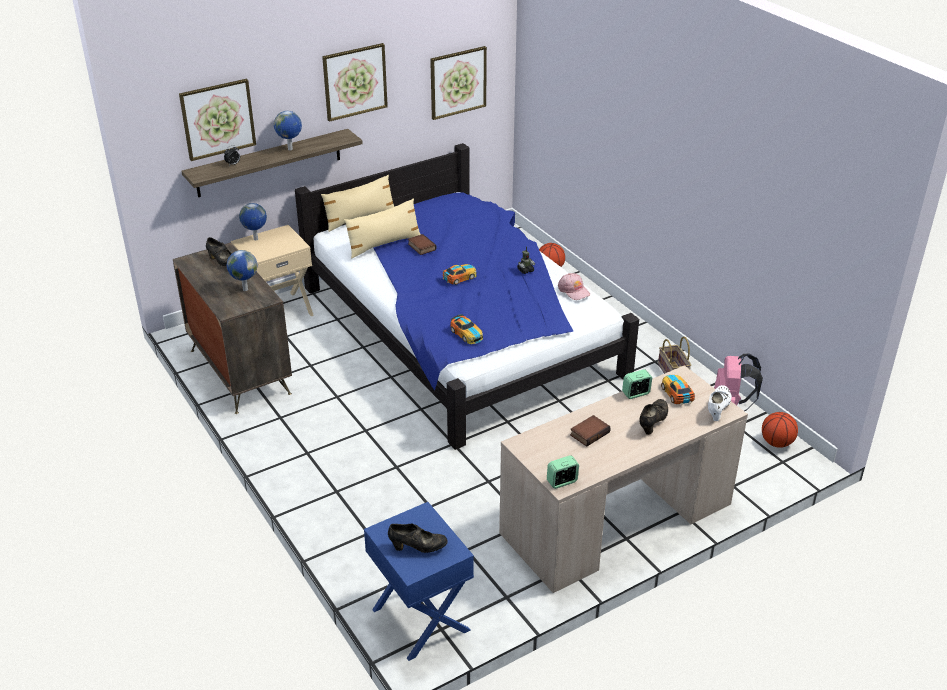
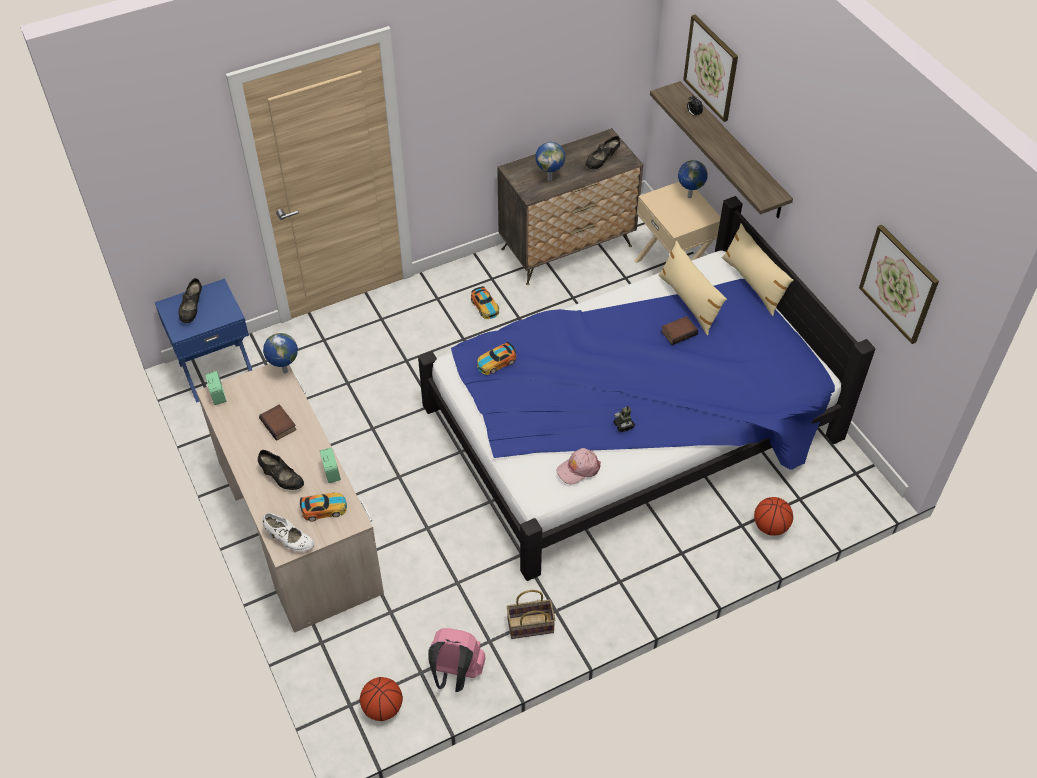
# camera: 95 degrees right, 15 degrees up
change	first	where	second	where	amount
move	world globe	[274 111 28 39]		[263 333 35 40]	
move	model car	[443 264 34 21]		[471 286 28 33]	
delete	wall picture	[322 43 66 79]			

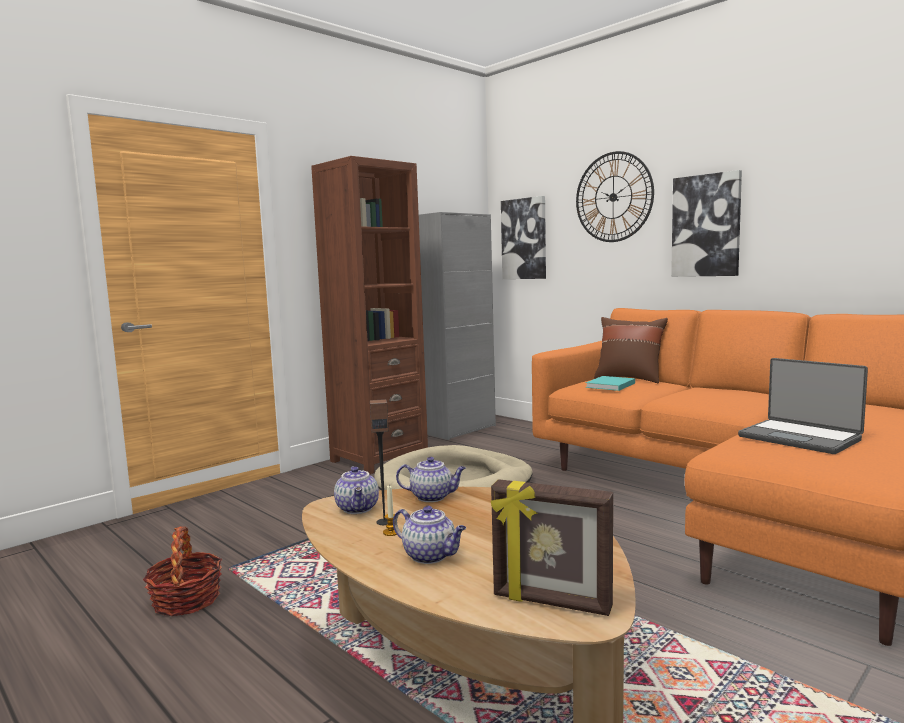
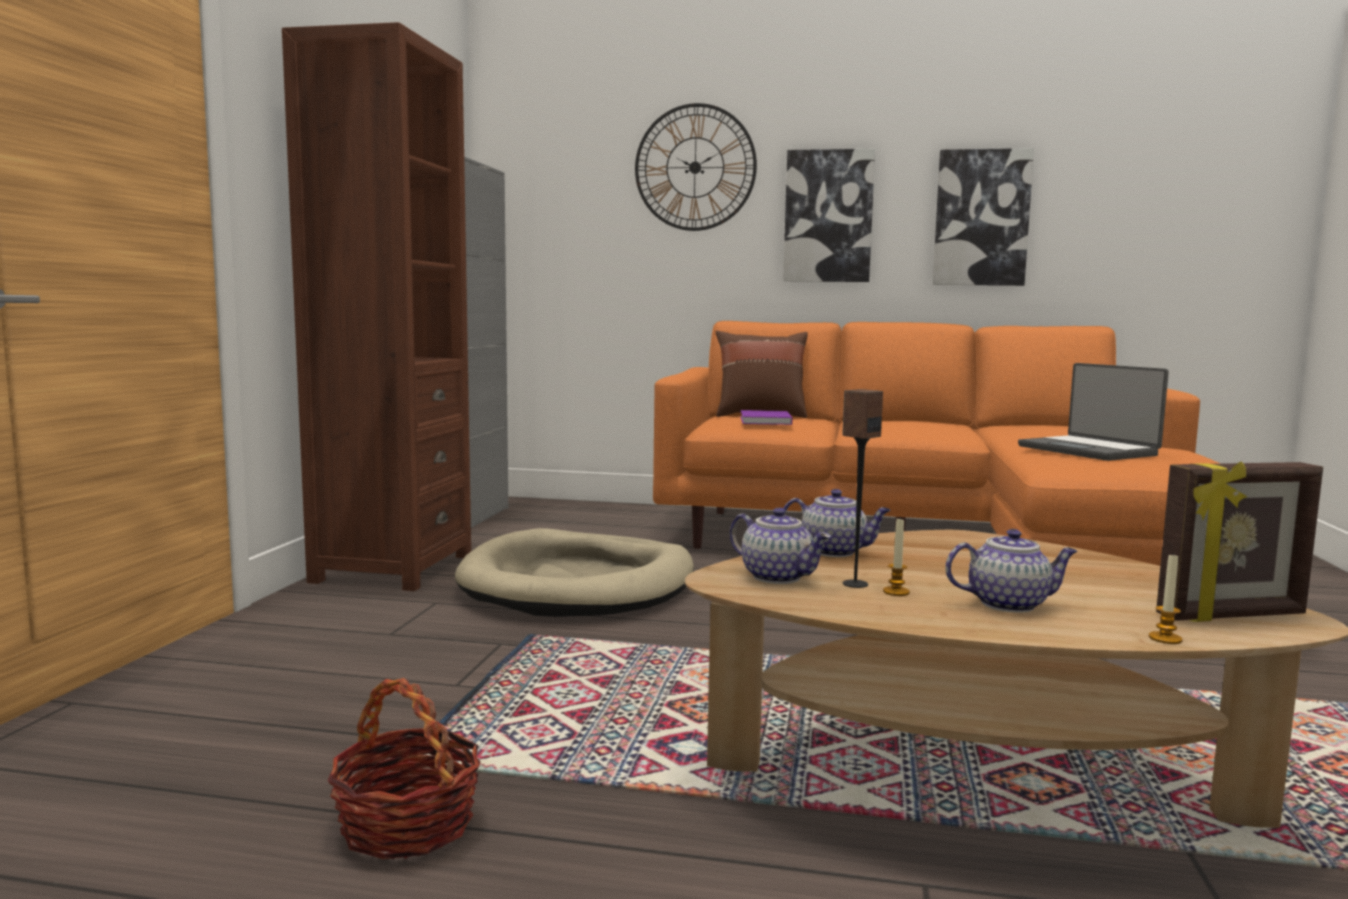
# camera: 35 degrees left, 0 degrees up
change	first	where	second	where	amount
recolor	turquoise bound book	[585 376 50 15]	purplish bound book	[740 410 52 15]	
rotate	tea pot	[396 457 70 45]		[783 489 108 68]	45 degrees clockwise
move	wall picture	[501 196 45 83]		[933 148 101 138]	
rotate	notebook computer	[738 358 130 96]		[1018 363 151 98]	45 degrees clockwise
insert			candle	[1149 552 34 92]	

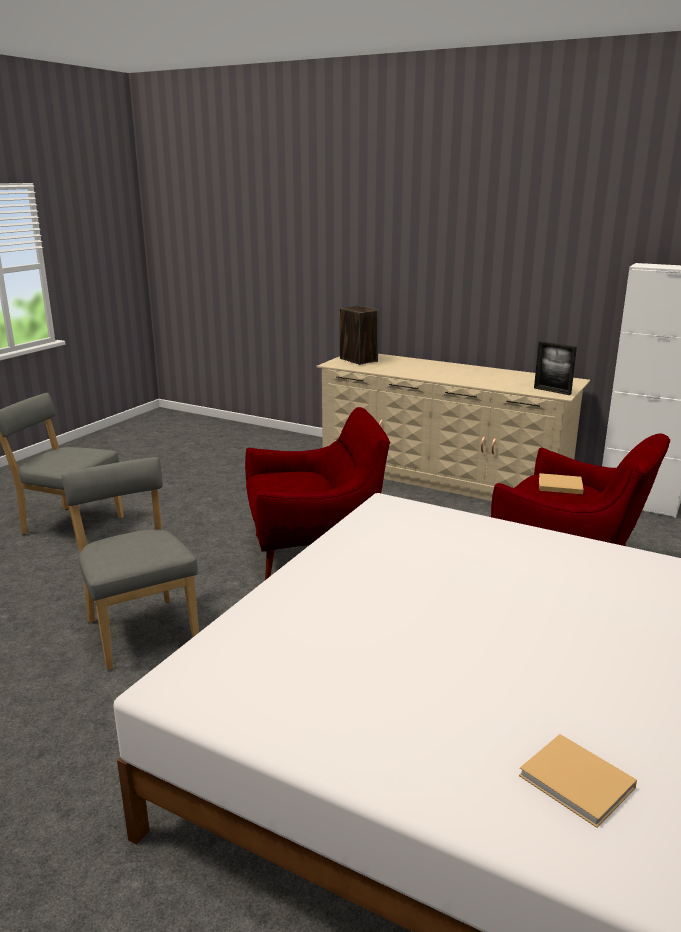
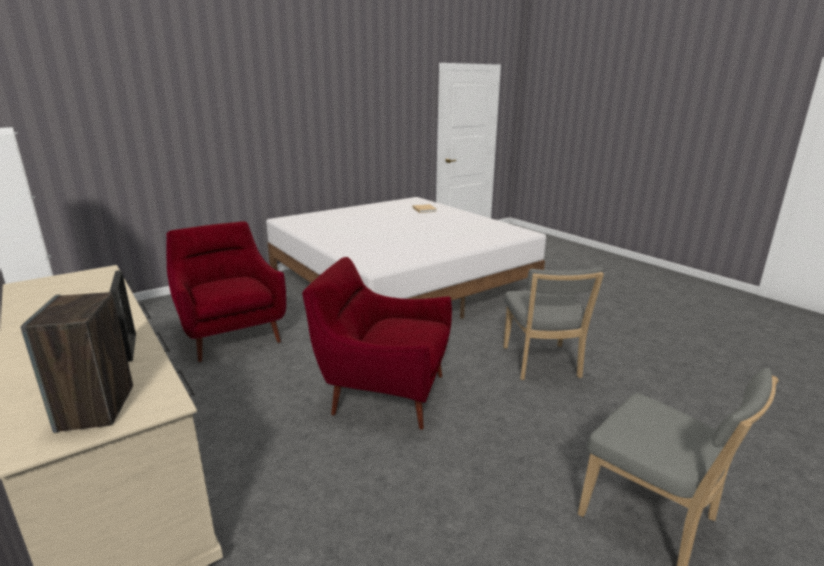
# camera: 155 degrees left, 0 degrees up
change	first	where	second	where	amount
move	standing frame	[534 341 43 54]		[110 270 26 92]	
delete	beige bound book	[539 473 45 22]			

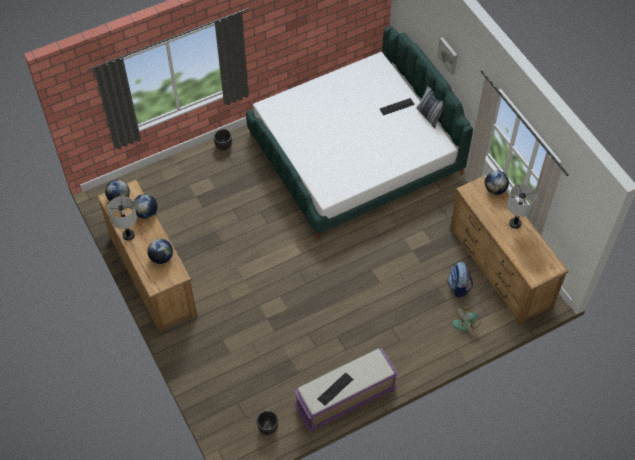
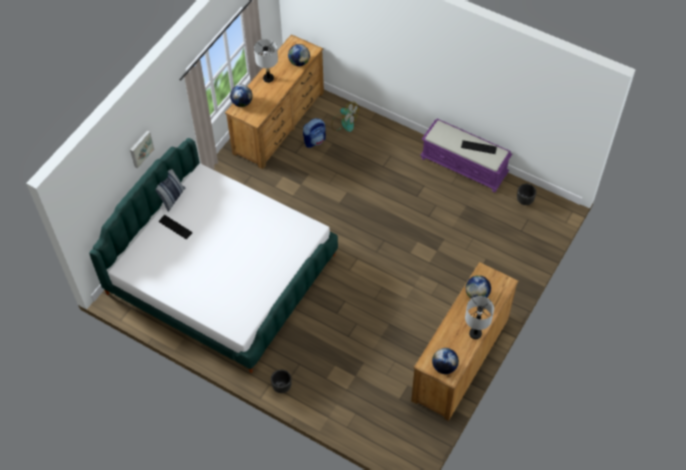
# camera: 120 degrees left, 0 degrees up
change	first	where	second	where	amount
move	world globe	[133 194 25 25]		[288 44 22 22]	

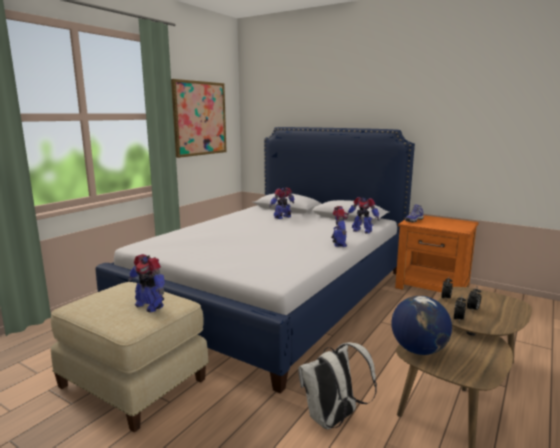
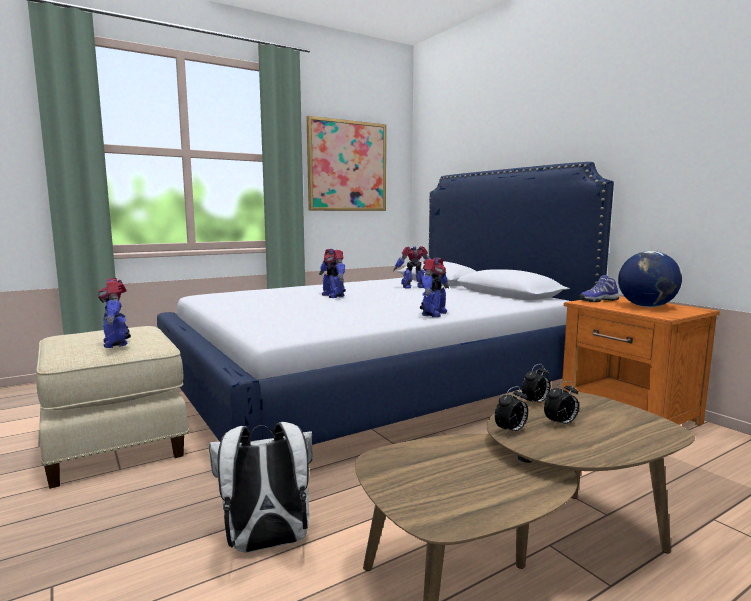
# camera: 25 degrees right, 5 degrees down
change	first	where	second	where	amount
move	toy robot	[347 197 33 37]		[319 249 27 49]	
move	world globe	[391 296 61 59]		[618 251 64 56]	

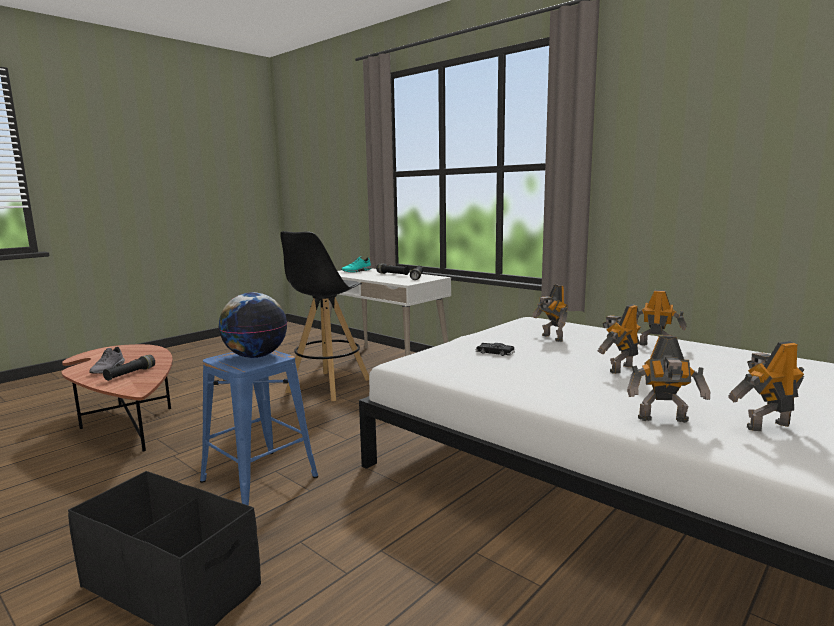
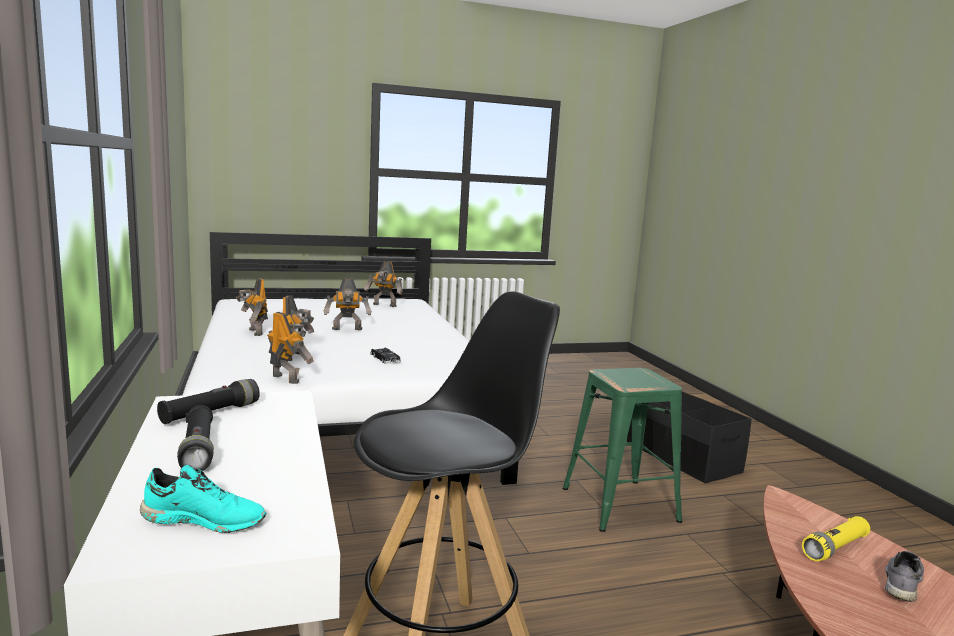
# camera: 150 degrees left, 0 degrees up
change	first	where	second	where	amount
move	toy robot	[627 336 83 87]		[267 312 47 72]	
recolor	blue stool seat	[200 350 118 156]	greenish stool seat	[563 368 119 164]	
recolor	black hand torch	[103 355 52 26]	yellowish hand torch	[802 516 68 45]	
delete	world globe	[219 292 68 66]			

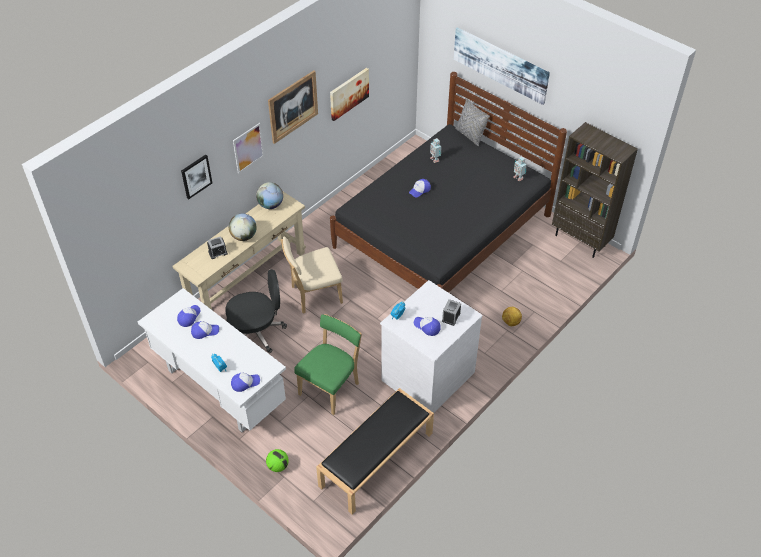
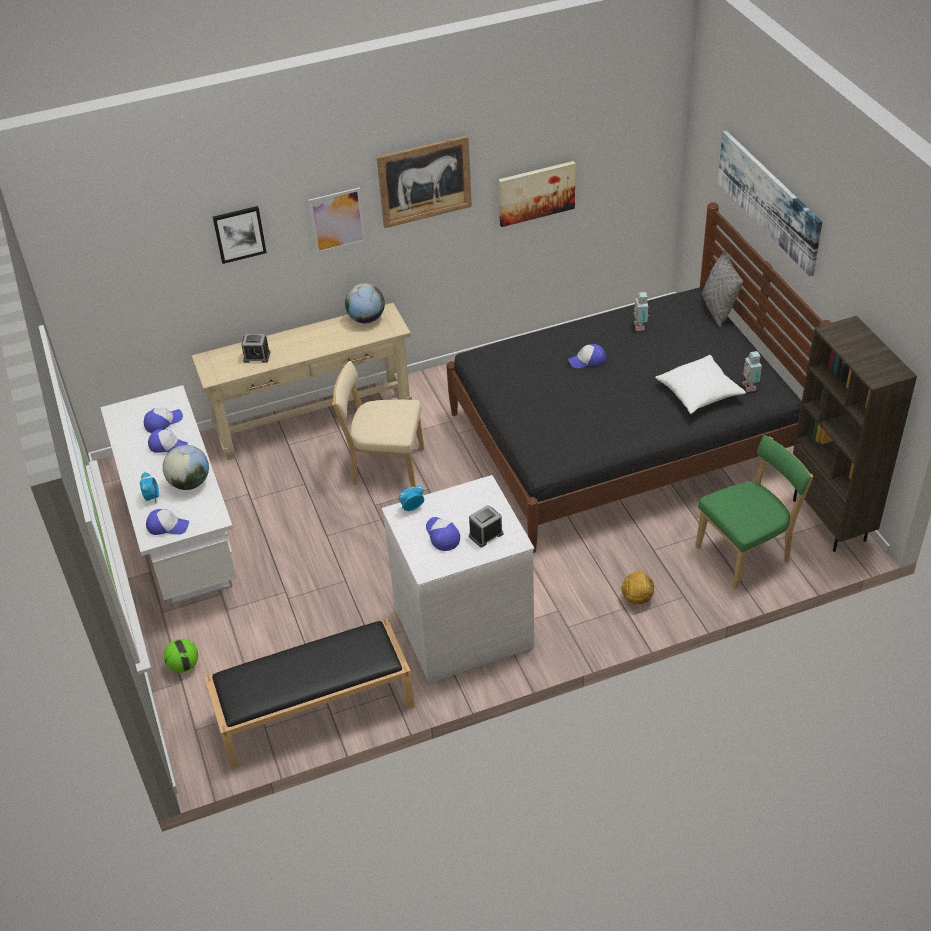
# camera: 30 degrees right, 5 degrees down
change	first	where	second	where	amount
move	world globe	[229 213 28 28]		[163 445 46 45]	
insert			whitish throw pillow	[655 355 91 59]	
move	greenish chair	[294 314 68 101]		[696 435 117 154]	
delete	black computer chair	[225 269 62 84]			

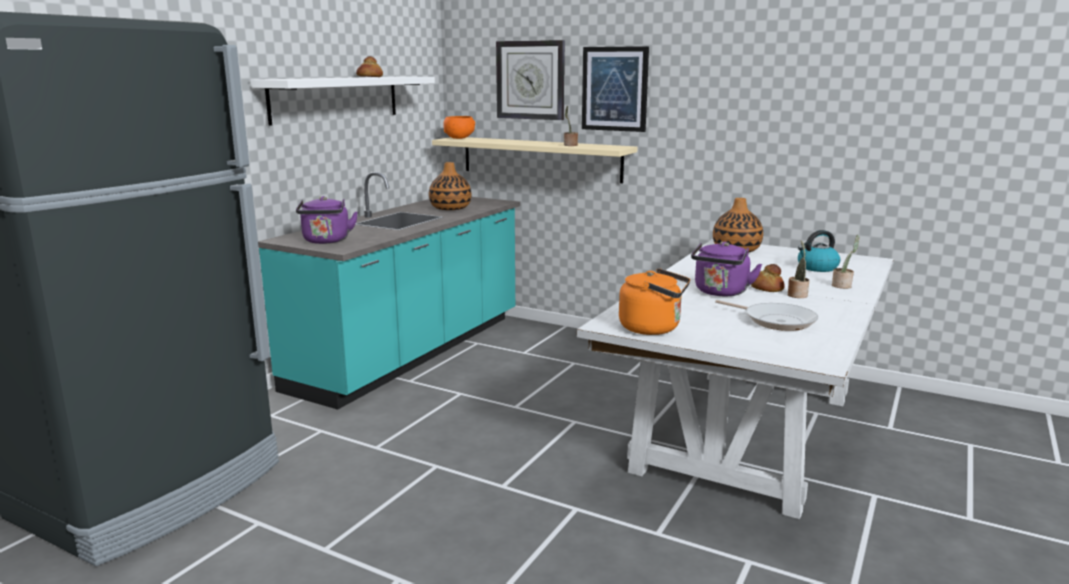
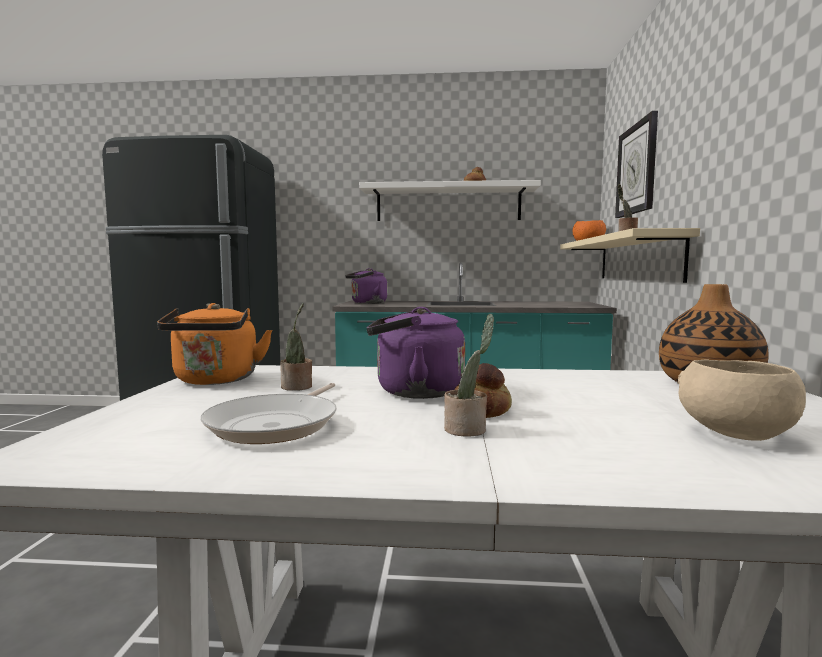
# camera: 65 degrees right, 10 degrees down
change	first	where	second	where	amount
move	potted plant	[832 235 28 54]		[280 303 32 88]	
replace	water kettle	[798 230 42 42]	beige deep dish	[678 360 128 81]	
delete	flower vase	[429 162 42 48]			
delete	wall picture	[582 46 67 86]			

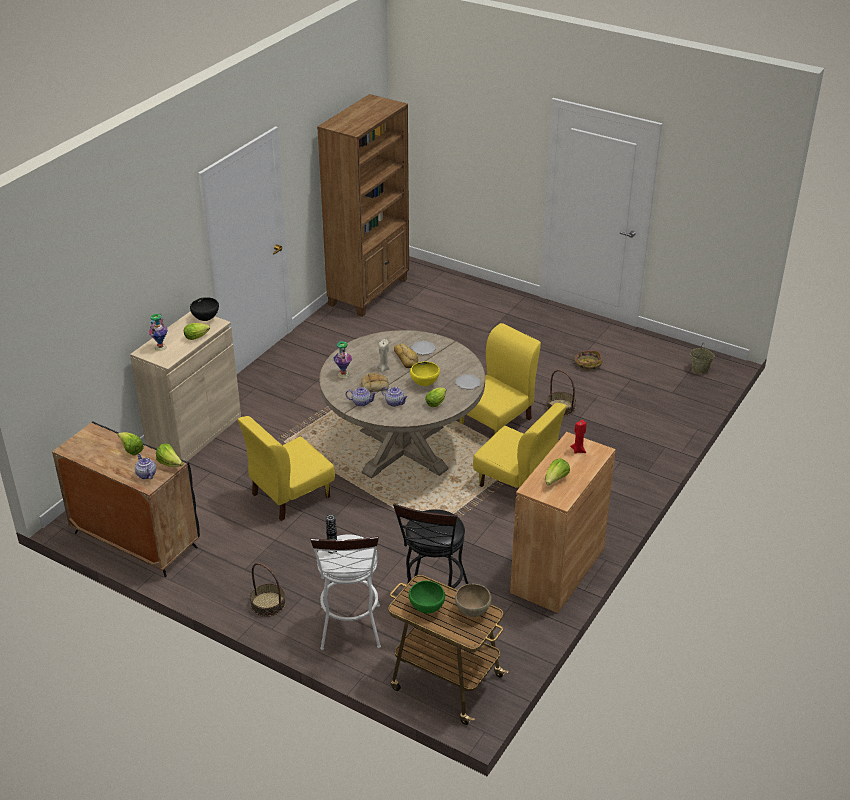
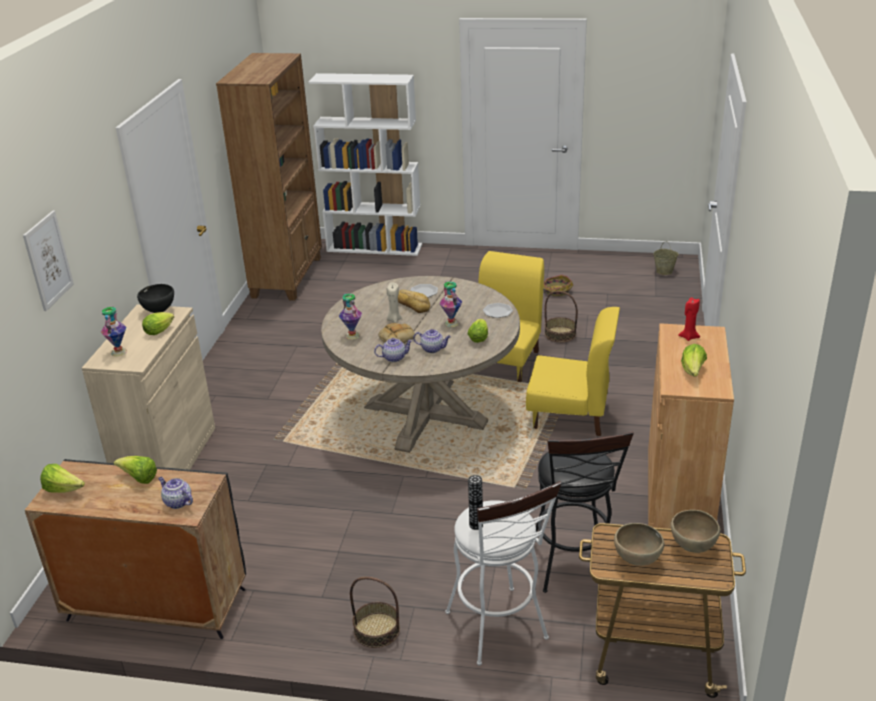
# camera: 20 degrees left, 5 degrees down
change	first	where	second	where	amount
insert			wall picture	[23 211 51 100]	
move	lettuce	[156 444 27 23]		[40 464 45 29]	
insert			whitish bookshelf	[309 73 113 183]	
replace	yellowish deep dish	[410 361 30 25]	flower vase	[439 282 23 45]	
recolor	greenish deep dish	[409 581 36 32]	brownish deep dish	[614 523 50 43]	
delete	yellowish chair	[238 416 97 105]			

